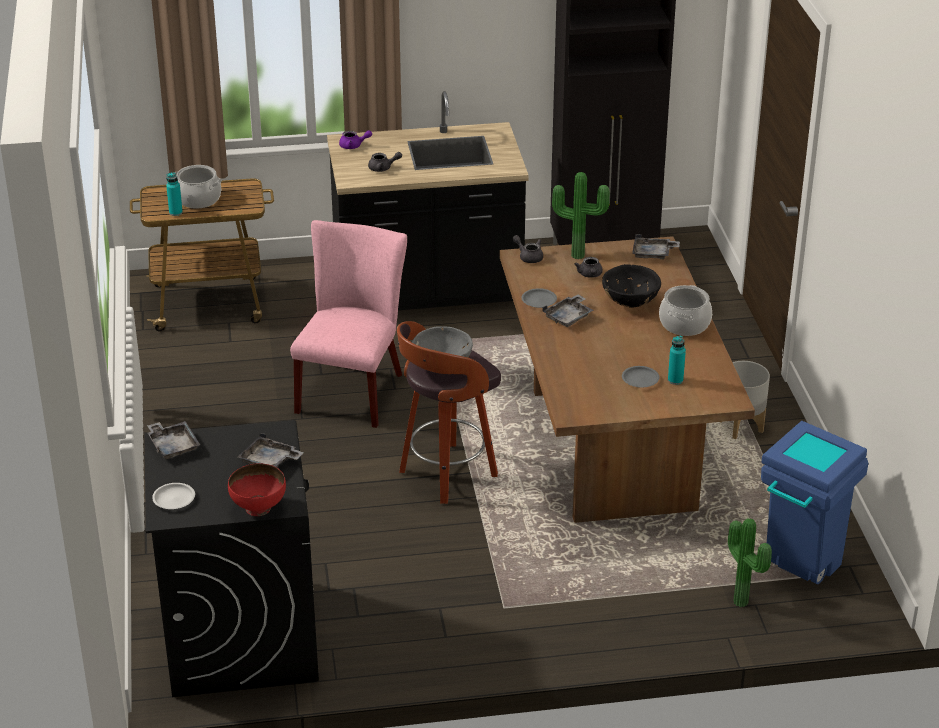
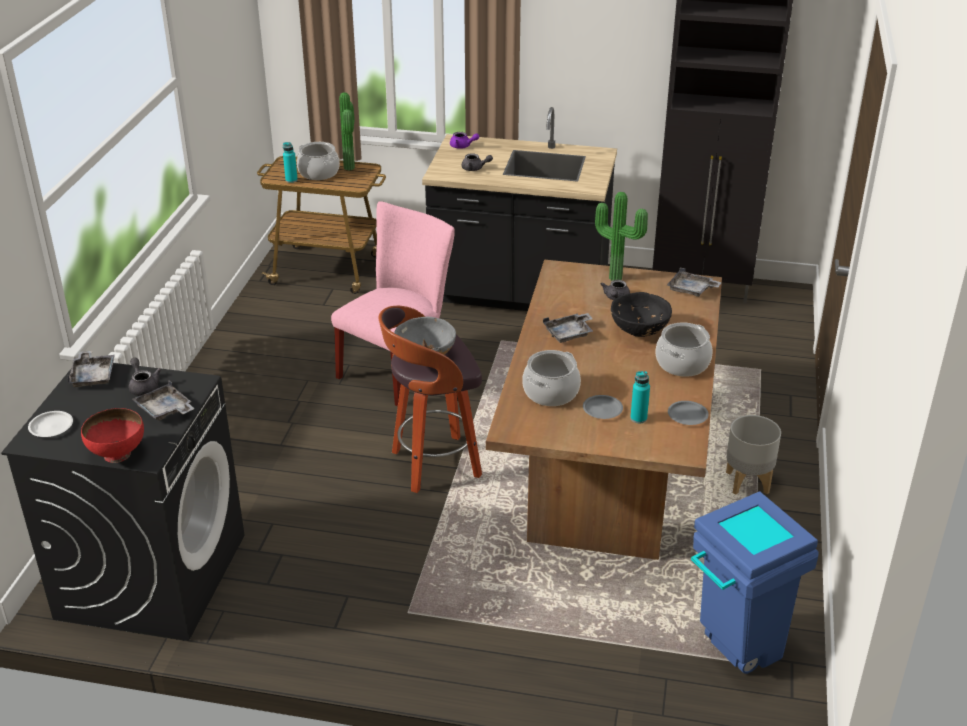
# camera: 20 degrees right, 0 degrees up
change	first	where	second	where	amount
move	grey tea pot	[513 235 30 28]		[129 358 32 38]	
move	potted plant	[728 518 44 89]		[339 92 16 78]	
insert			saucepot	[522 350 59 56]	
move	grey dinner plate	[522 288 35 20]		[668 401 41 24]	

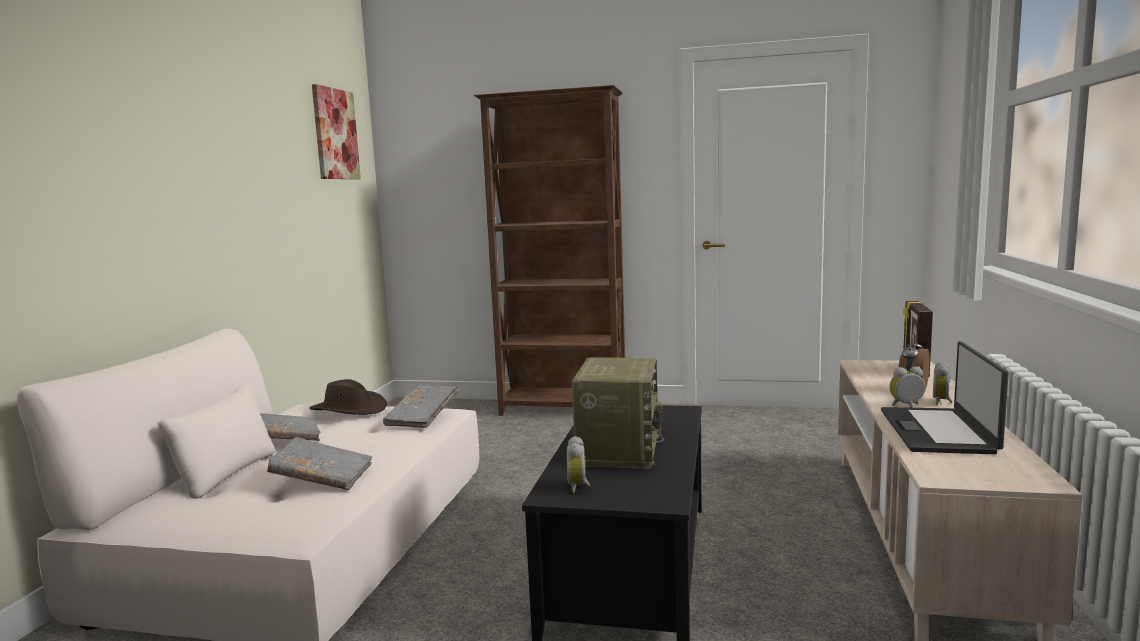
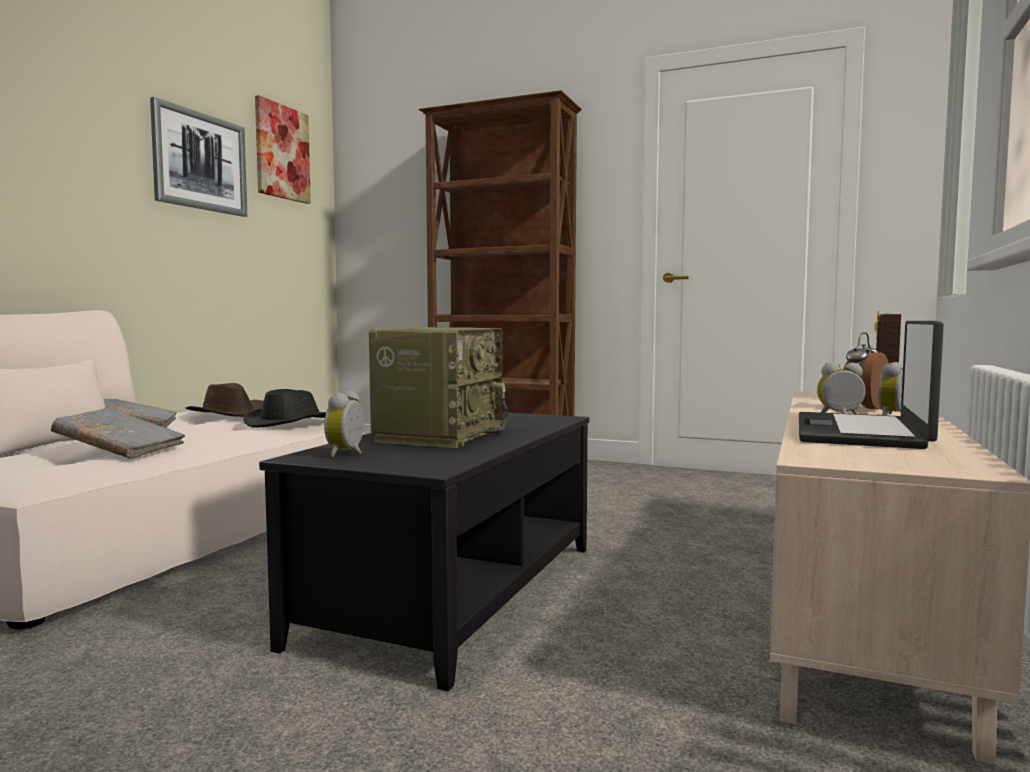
# camera: 10 degrees right, 5 degrees down
change	first	where	second	where	amount
insert			wall picture	[150 97 97 120]	
replace	grey bound book	[383 385 75 43]	black wearable hat	[243 389 83 38]	

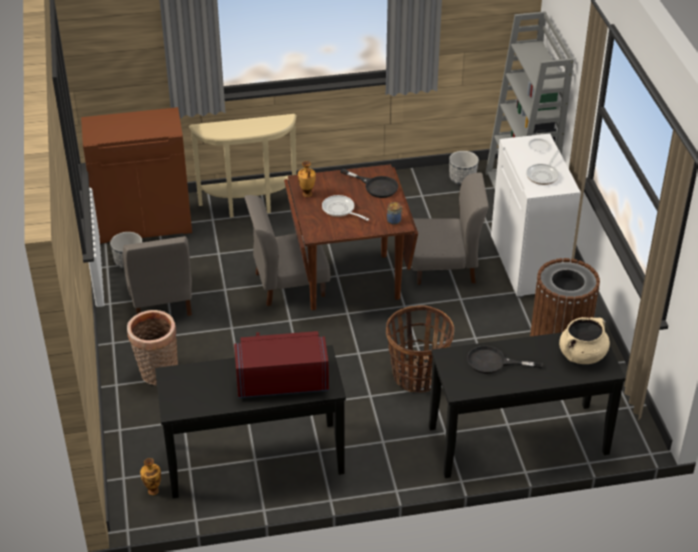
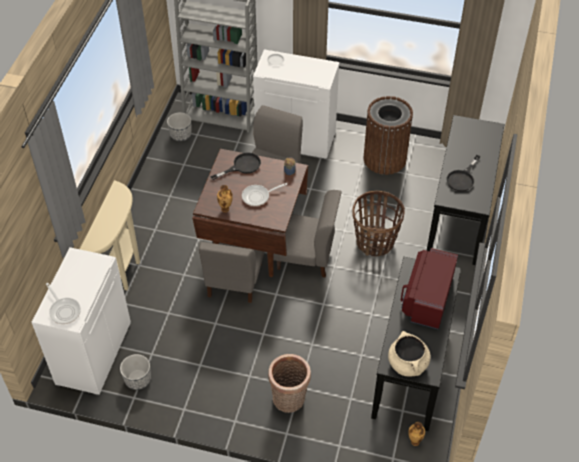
# camera: 65 degrees left, 10 degrees up
change	first	where	second	where	amount
recolor	brownish cabinet	[81 107 111 137]	whitish cabinet	[32 247 99 149]	
move	skillet	[526 150 34 35]		[46 283 35 41]	
move	grey chair	[122 236 70 80]		[274 190 68 88]	
move	beige saucepot	[559 317 51 47]		[388 331 43 45]	

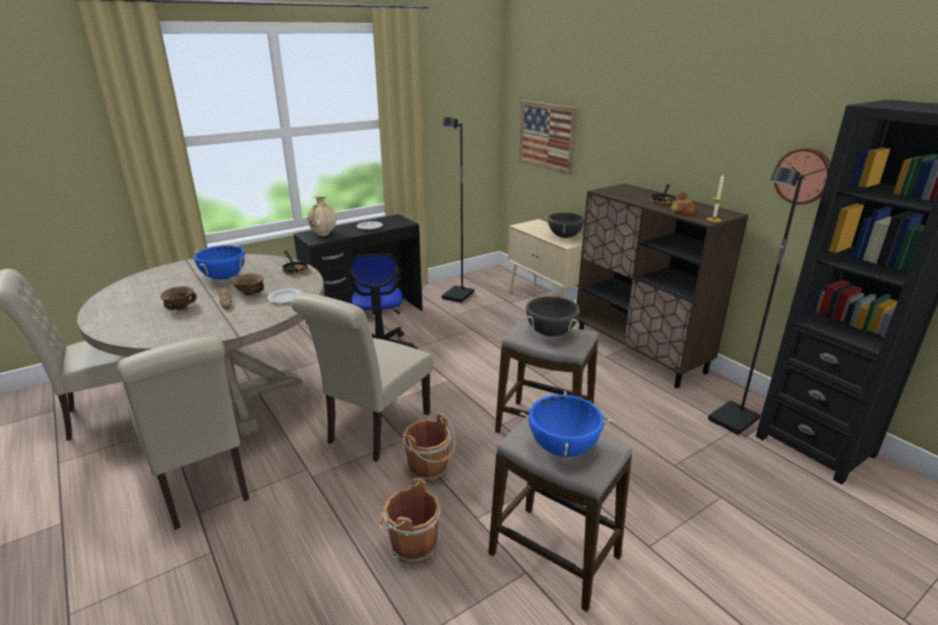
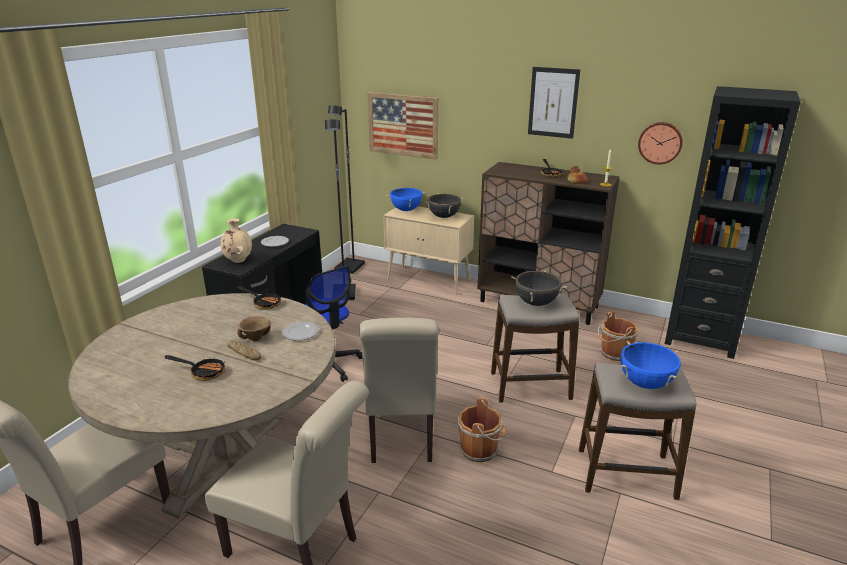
# camera: 30 degrees left, 0 degrees up
change	first	where	second	where	amount
replace	brownish deep dish	[160 286 37 24]	skillet	[165 355 60 26]	
move	black floor lamp	[708 167 95 268]		[328 105 37 169]	
move	blue saucepot	[194 245 52 35]		[386 188 40 23]	
insert			wall picture	[528 67 52 72]	
move	brownish pail	[378 478 63 86]		[598 311 41 50]	

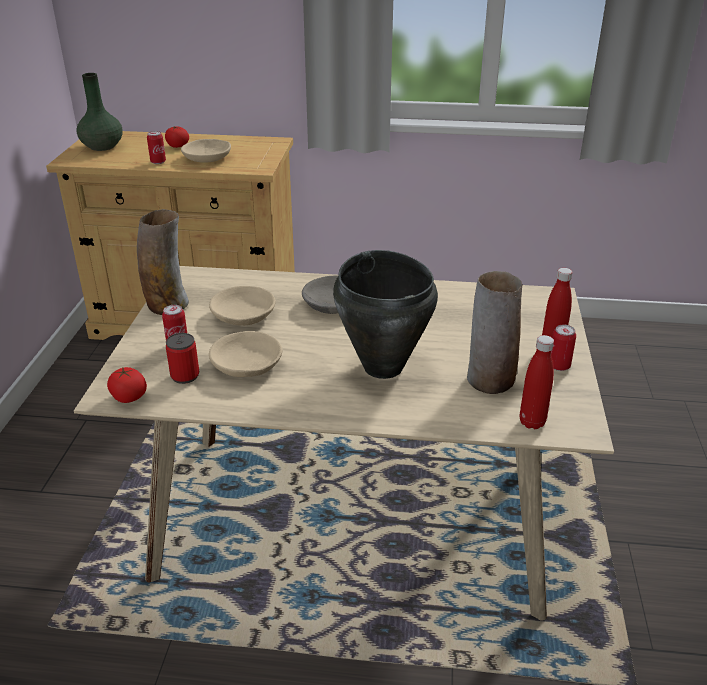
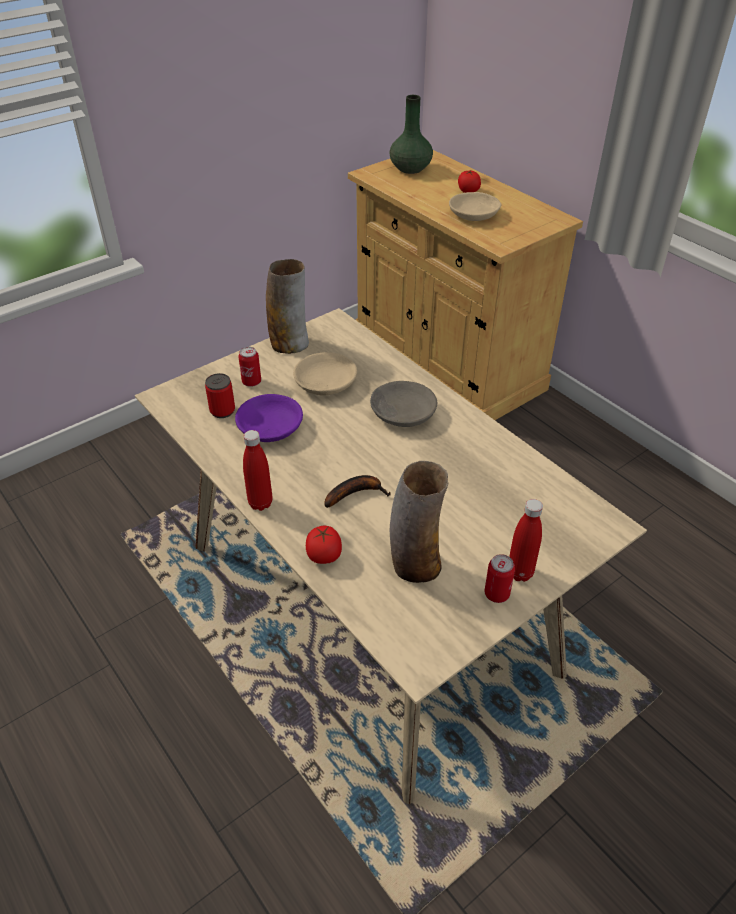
# camera: 45 degrees right, 10 degrees up
change	first	where	second	where	amount
recolor	beige deep dish	[209 331 74 46]	purplish deep dish	[235 394 68 48]	
move	red drink bottle	[520 335 34 94]		[243 430 29 81]	
move	tomato	[107 367 40 36]		[306 526 36 38]	
replace	black saucepot	[333 250 105 129]	banana	[325 475 66 33]	
delete	sealed can	[147 131 19 33]			

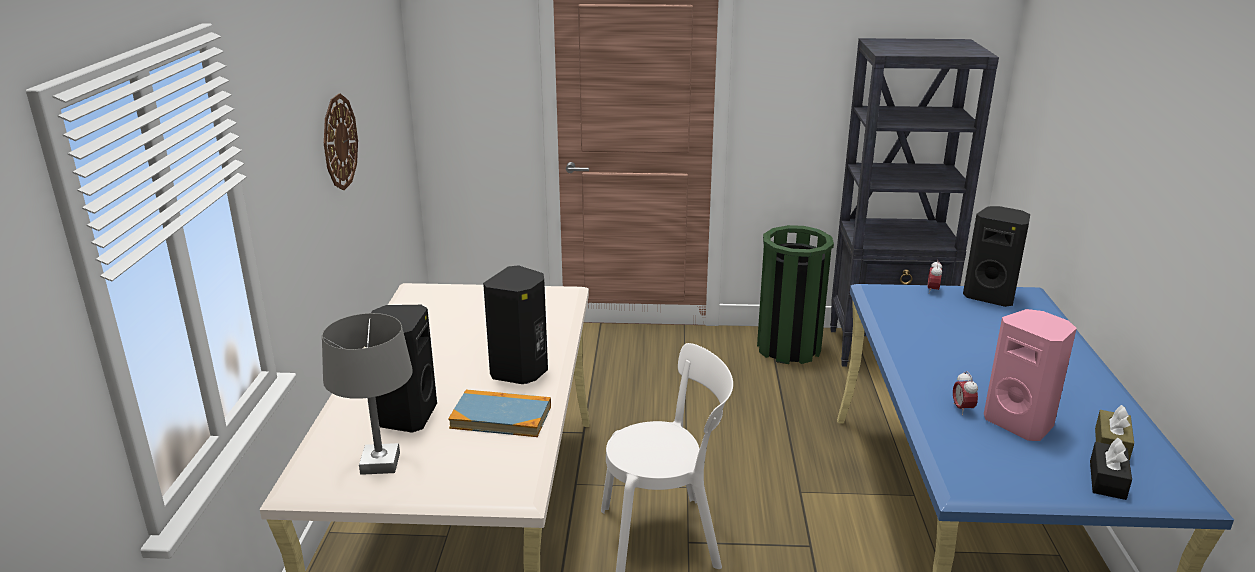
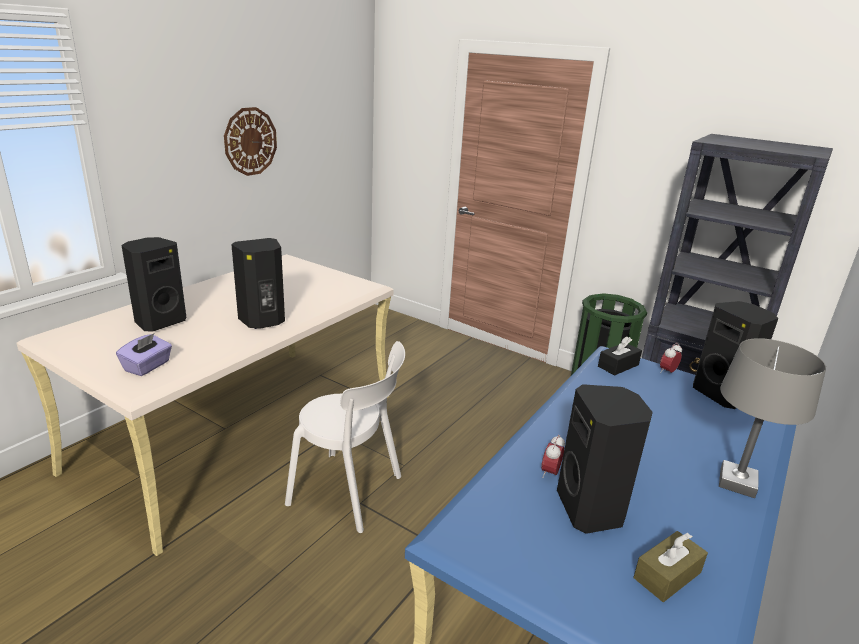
# camera: 30 degrees right, 0 degrees up
change	first	where	second	where	amount
insert			purplish tissue box	[116 333 56 43]	
recolor	pinkish loudspeaker	[984 309 93 132]	black loudspeaker	[557 384 96 150]	
move	black tissue box	[1090 438 42 62]		[598 336 44 39]	
move	grey tabletop lamp	[322 313 91 162]		[719 338 107 160]	
delete	bound book	[448 389 103 48]			

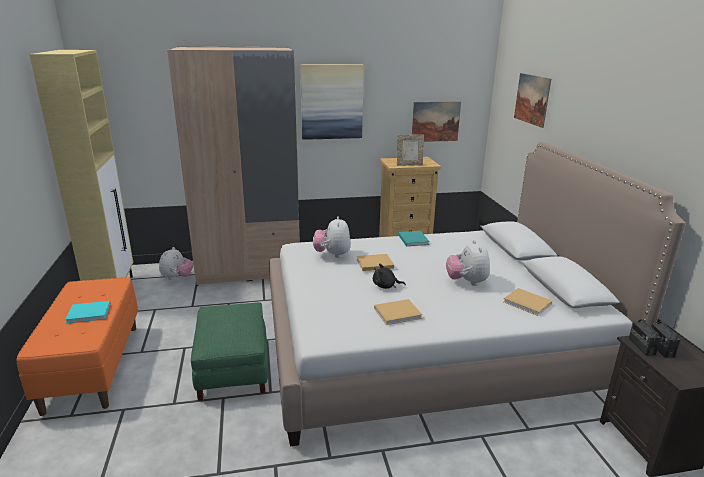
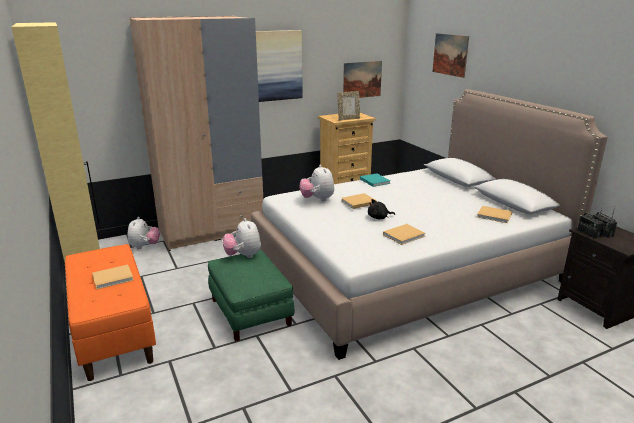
# camera: 15 degrees left, 0 degrees up
change	first	where	second	where	amount
recolor	turquoise bound book	[65 301 46 22]	beige bound book	[92 265 42 24]	
move	plush toy	[446 240 44 46]		[223 218 38 40]	

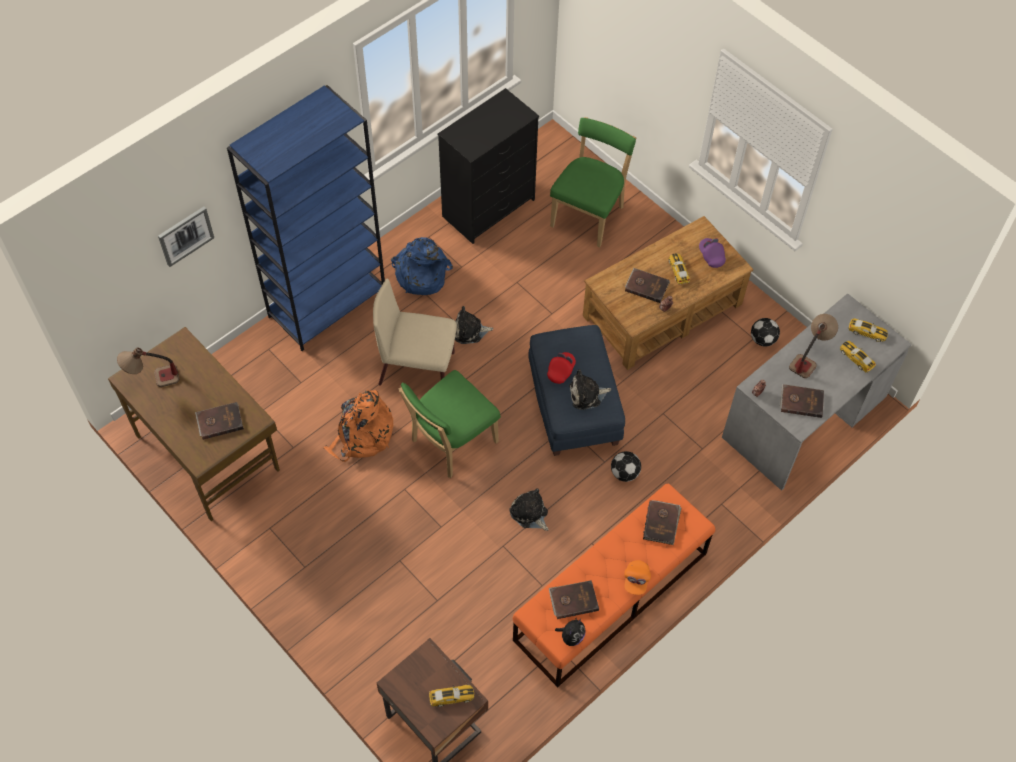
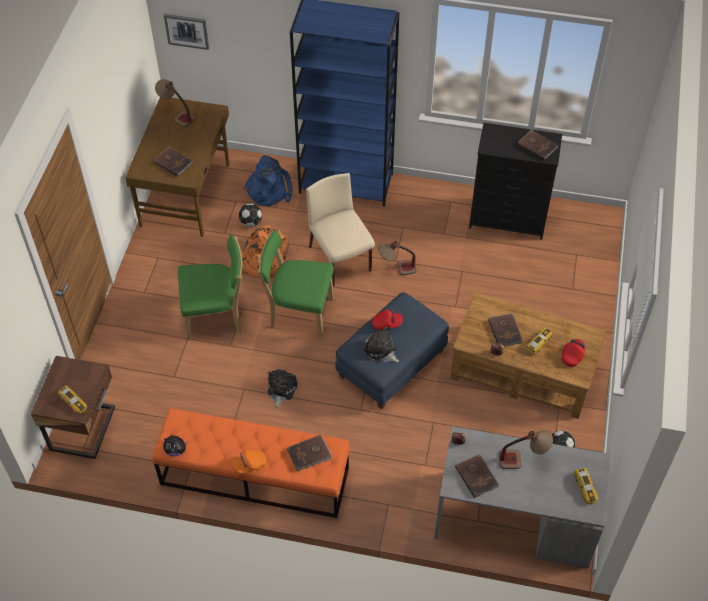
# camera: 55 degrees right, 5 degrees down
change	first	where	second	where	amount
move	wall picture	[158 207 56 60]		[164 14 45 36]	
move	greenish chair	[550 117 86 130]		[178 234 64 107]	
move	football ball	[611 451 30 31]		[239 203 23 24]	
move	blue backpack	[391 237 62 58]		[243 155 50 51]	
replace	plush toy	[455 306 39 38]	tabletop lamp	[378 241 39 34]	
move	brownish bound book	[549 580 50 39]		[518 129 40 32]	
recolor	purplish baseball cap	[699 238 27 30]	red baseball cap	[561 339 25 28]	
delete	model car	[840 341 36 31]			

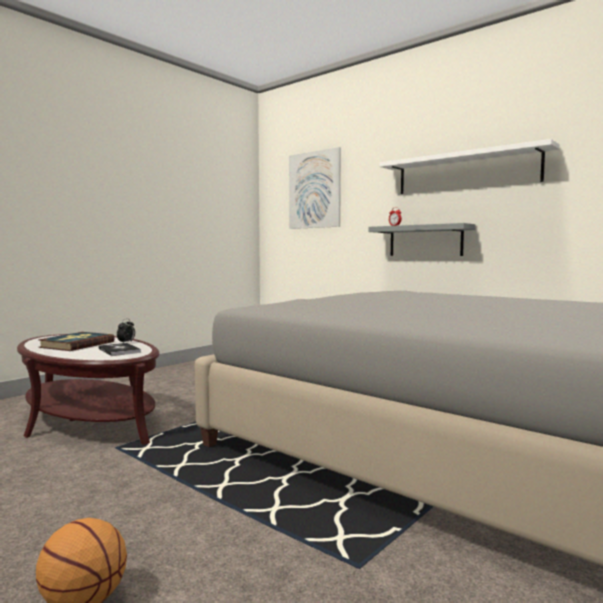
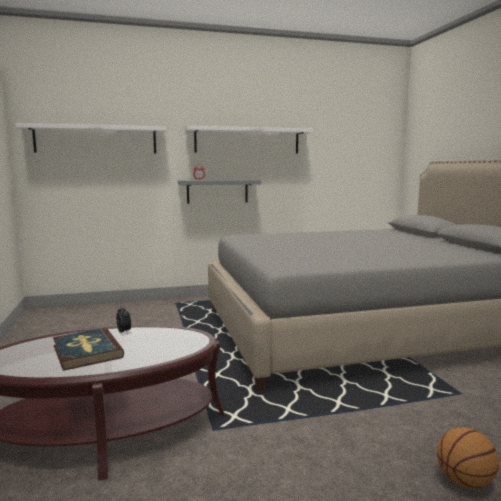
# camera: 55 degrees left, 5 degrees up
change	first	where	second	where	amount
replace	wall picture	[289 147 52 82]	whitish wall shelf	[15 123 151 30]	
delete	bound book	[98 343 43 13]			

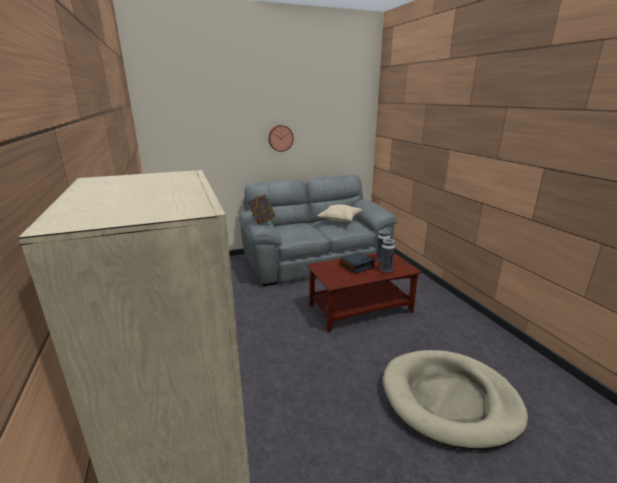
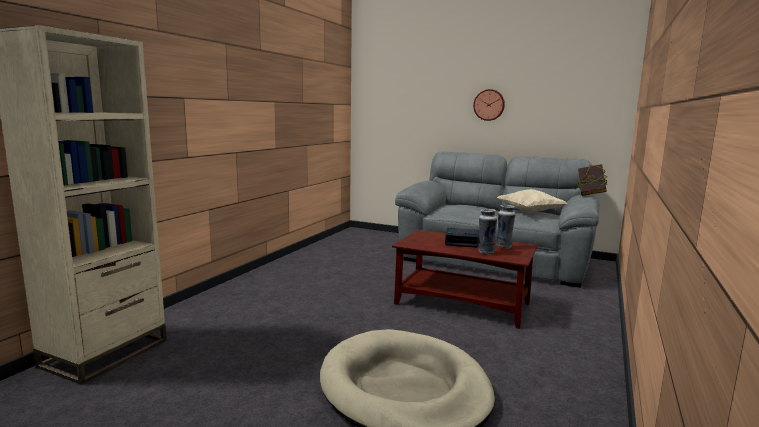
# camera: 45 degrees right, 10 degrees down
change	first	where	second	where	amount
move	bound book	[248 195 27 29]		[578 164 29 32]	

